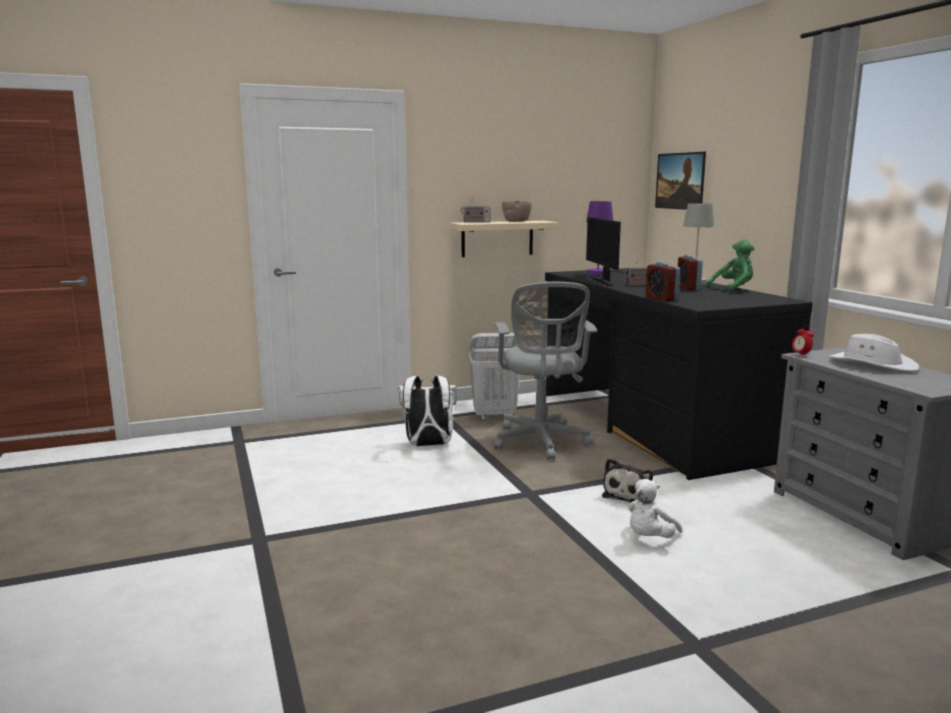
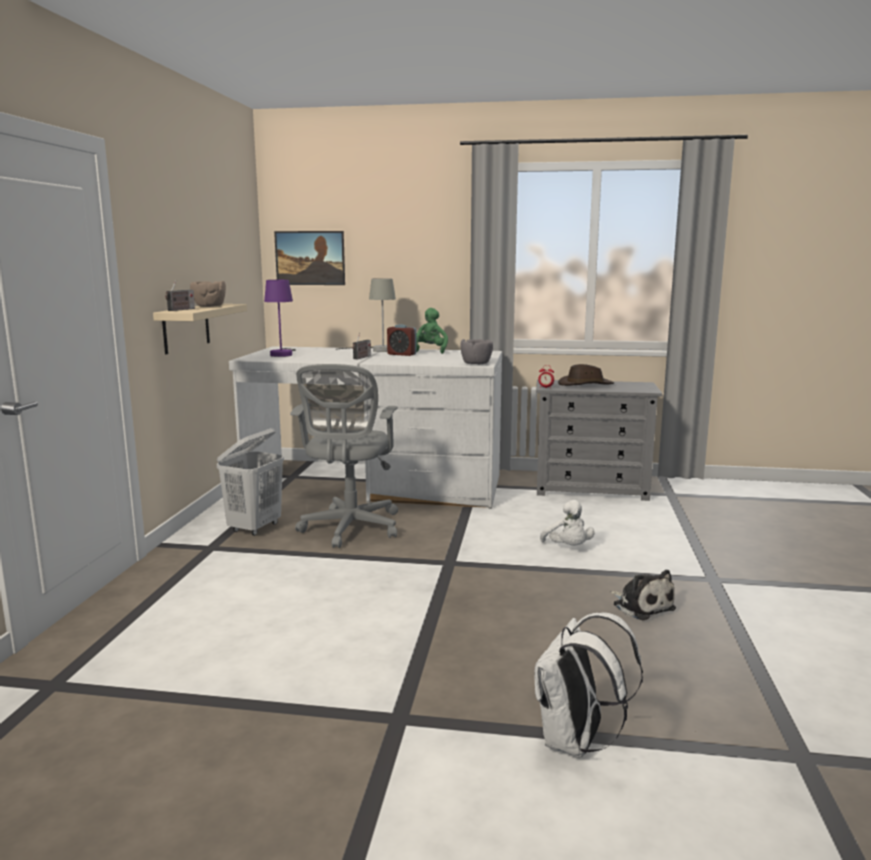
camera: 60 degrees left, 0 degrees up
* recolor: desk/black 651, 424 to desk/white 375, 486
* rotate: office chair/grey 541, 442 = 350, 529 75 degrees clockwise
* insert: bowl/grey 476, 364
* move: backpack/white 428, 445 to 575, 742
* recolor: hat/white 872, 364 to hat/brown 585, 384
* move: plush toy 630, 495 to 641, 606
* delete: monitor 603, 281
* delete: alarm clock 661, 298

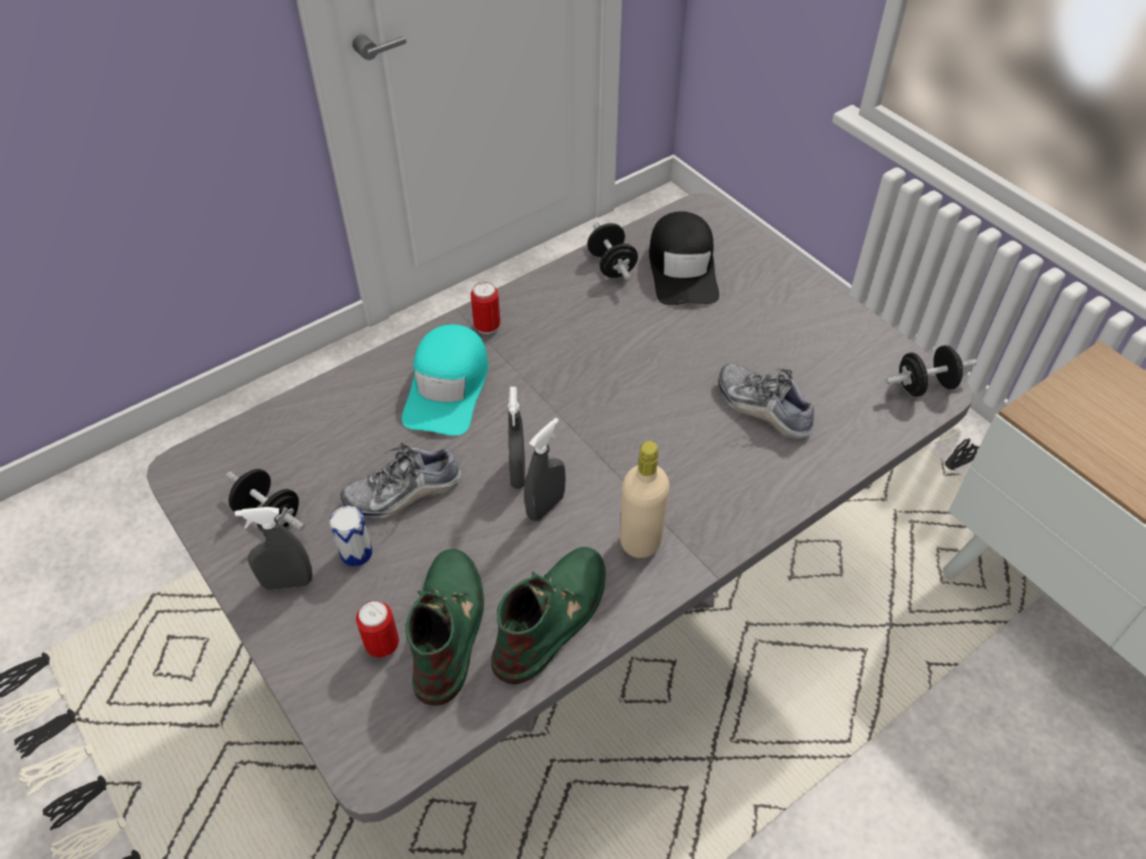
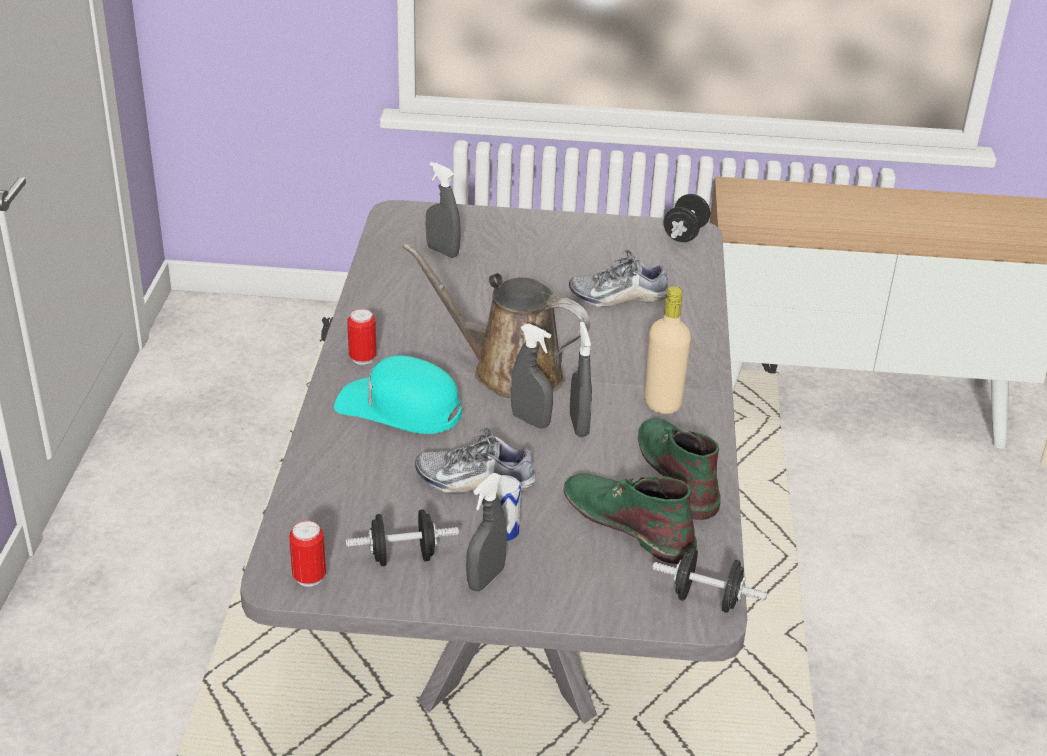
camera: 50 degrees left, 15 degrees down
* move: can 382, 645 to 309, 577
* rotate: cap/turquoise 448, 388 = 399, 408 150 degrees clockwise
* insert: watering can/brown 509, 371
* rotate: shoe 404, 492 = 475, 480 75 degrees clockwise
* replace: cap/black 683, 269 to spray bottle/grey 442, 251
* move: dumbbell/black 611, 266 to 706, 599

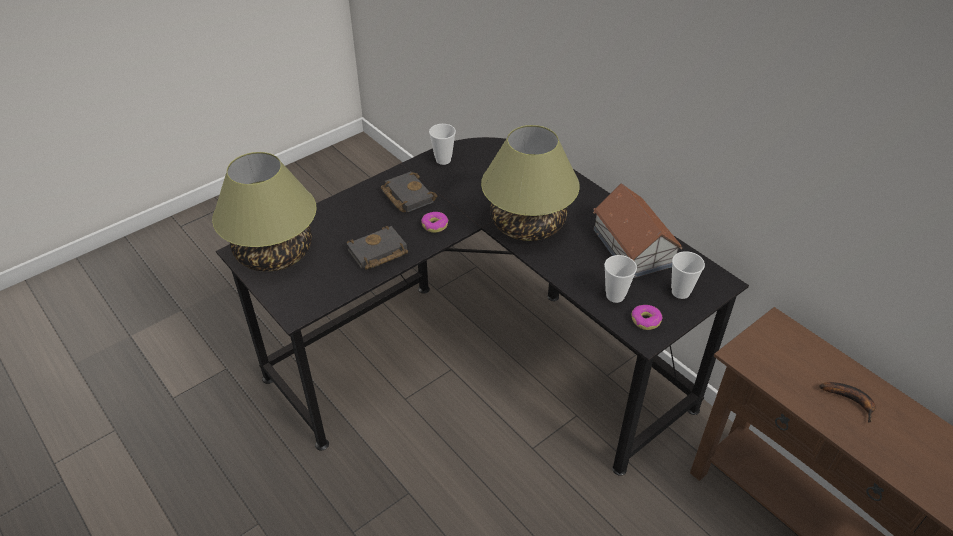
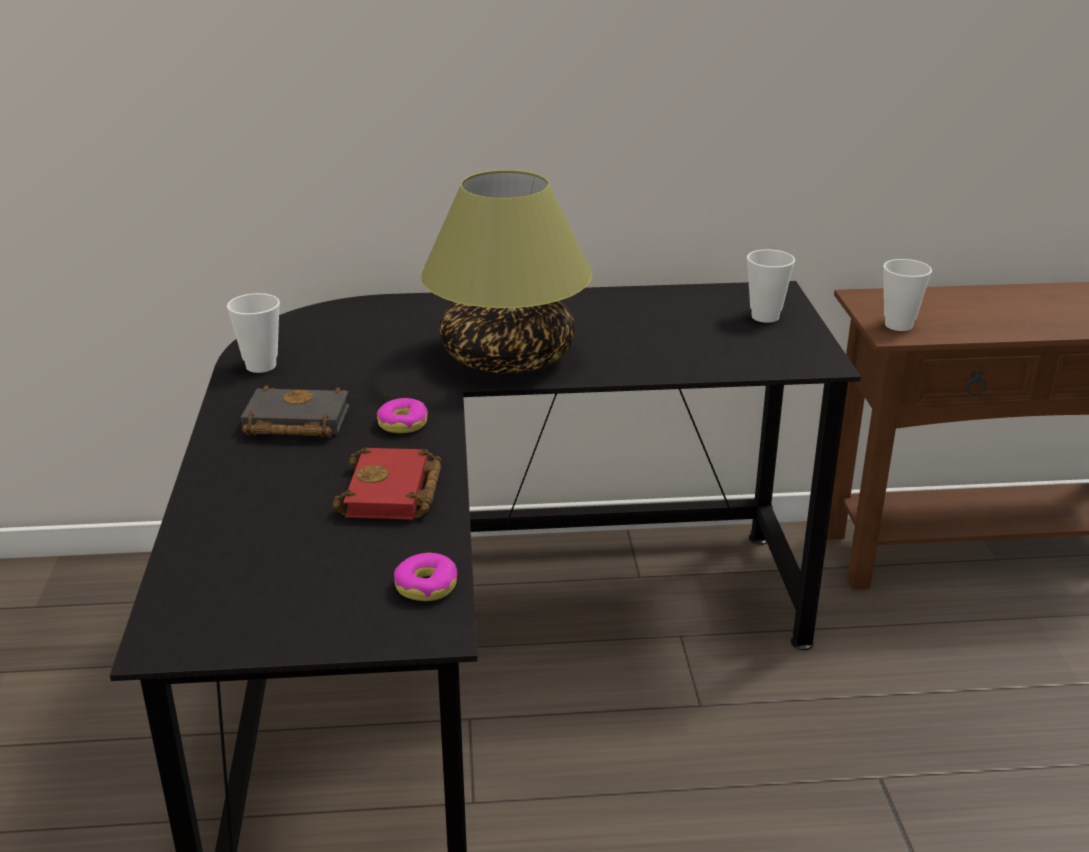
camera: 55 degrees left, 15 degrees down
* recolor: book/black 377, 253 to book/red 393, 494
* move: donut 646, 320 to 426, 586
* move: cup 615, 296 to 898, 325
* delete: table lamp 275, 252
* delete: toy house 633, 248
* delete: banana 851, 401

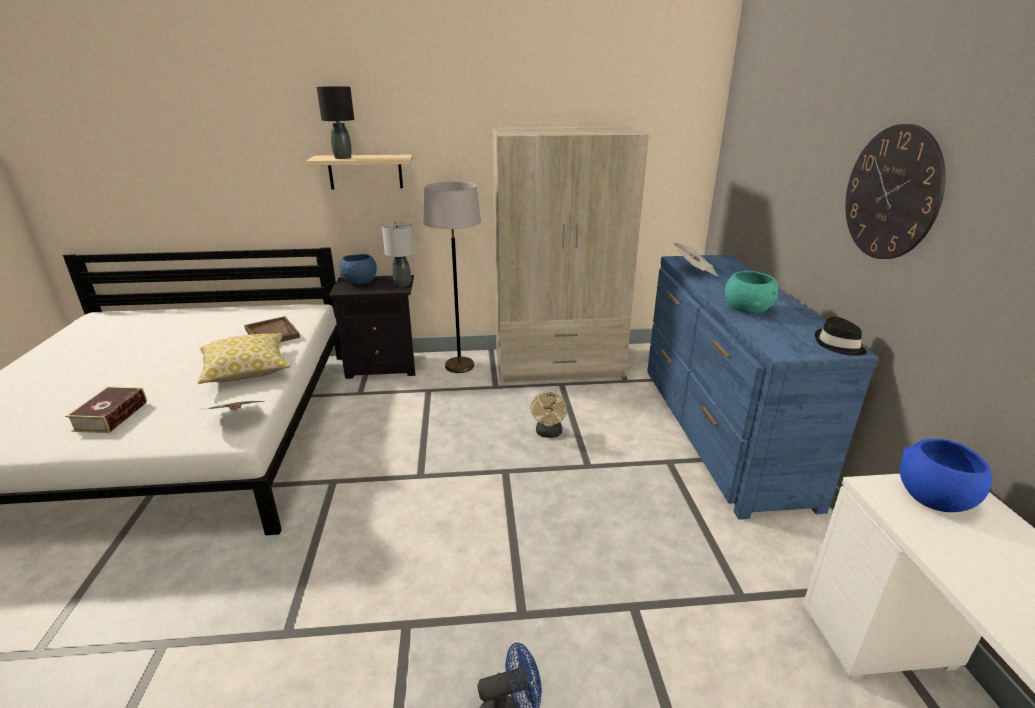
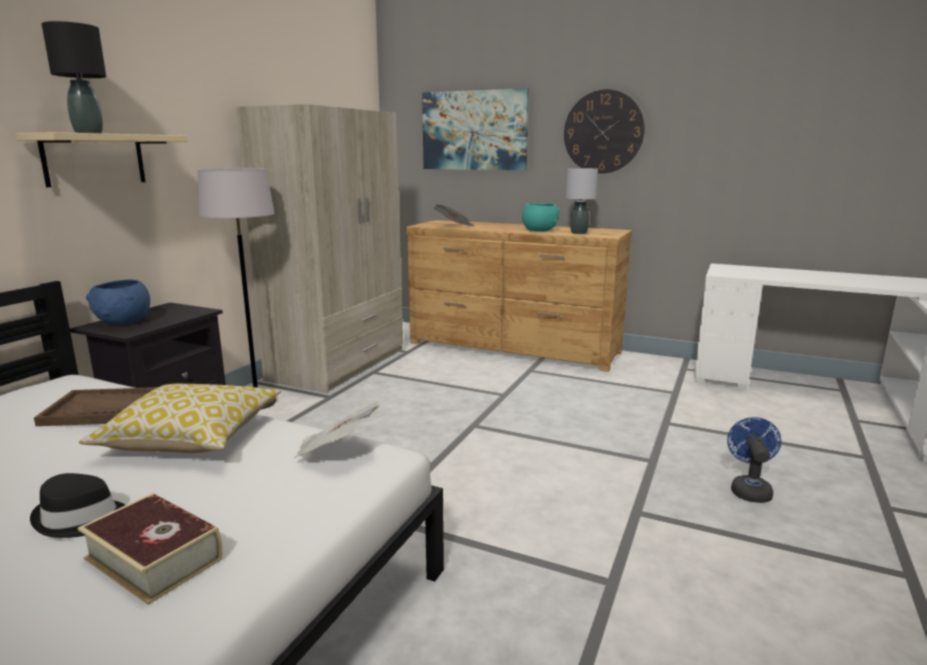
camera: 60 degrees left, 10 degrees down
* move: hat/black 838, 345 to 81, 519
* recolor: dresser/blue 719, 431 to dresser/brown 513, 347
* insert: picture 474, 130
* move: table lamp/grey 402, 284 to 579, 233
* delete: fan/beige 548, 433
* delete: bowl/blue 932, 497

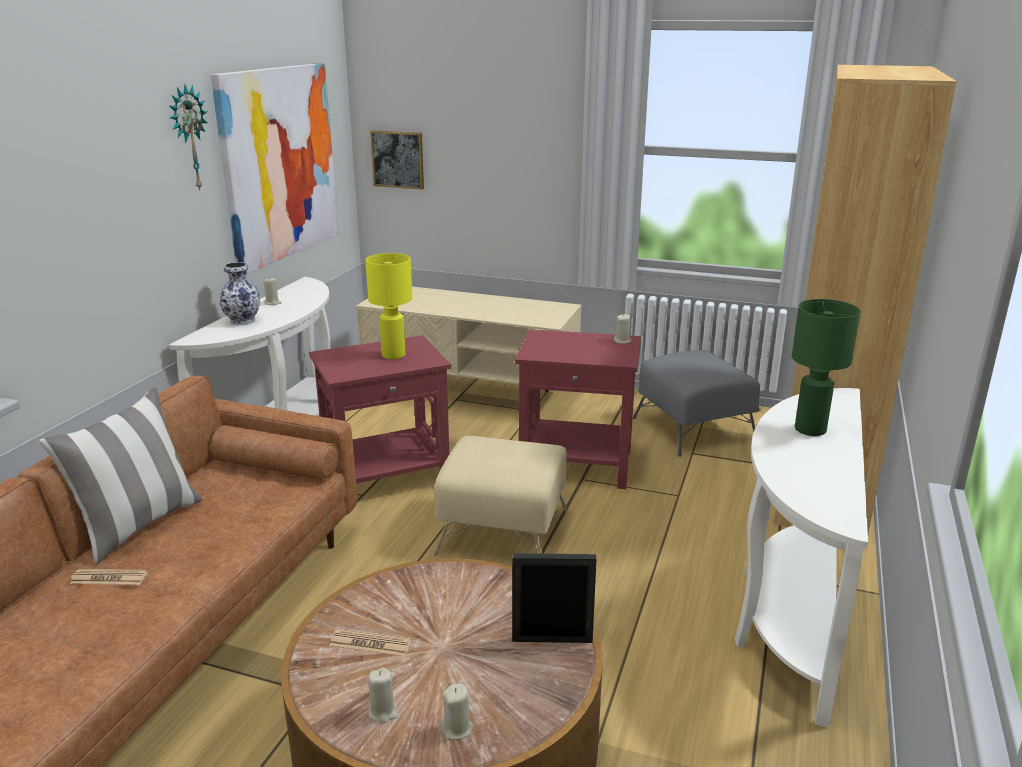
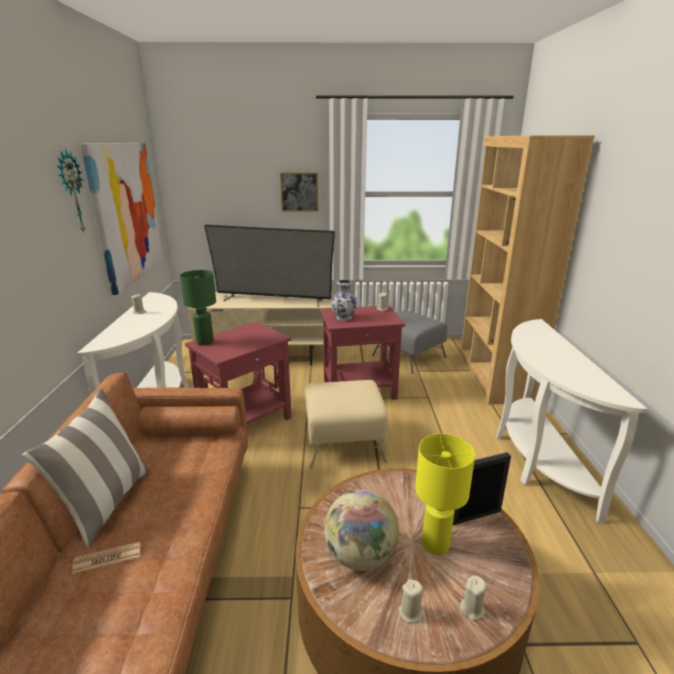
camera: 20 degrees left, 0 degrees up
* move: table lamp/green 809, 429 to 204, 342
* insert: television 273, 299
* move: picture 398, 159 to 299, 192
* replace: newspaper 370, 643 to globe 360, 556
* move: vase 242, 321 to 344, 317
* move: table lamp/yellow 394, 355 to 436, 544

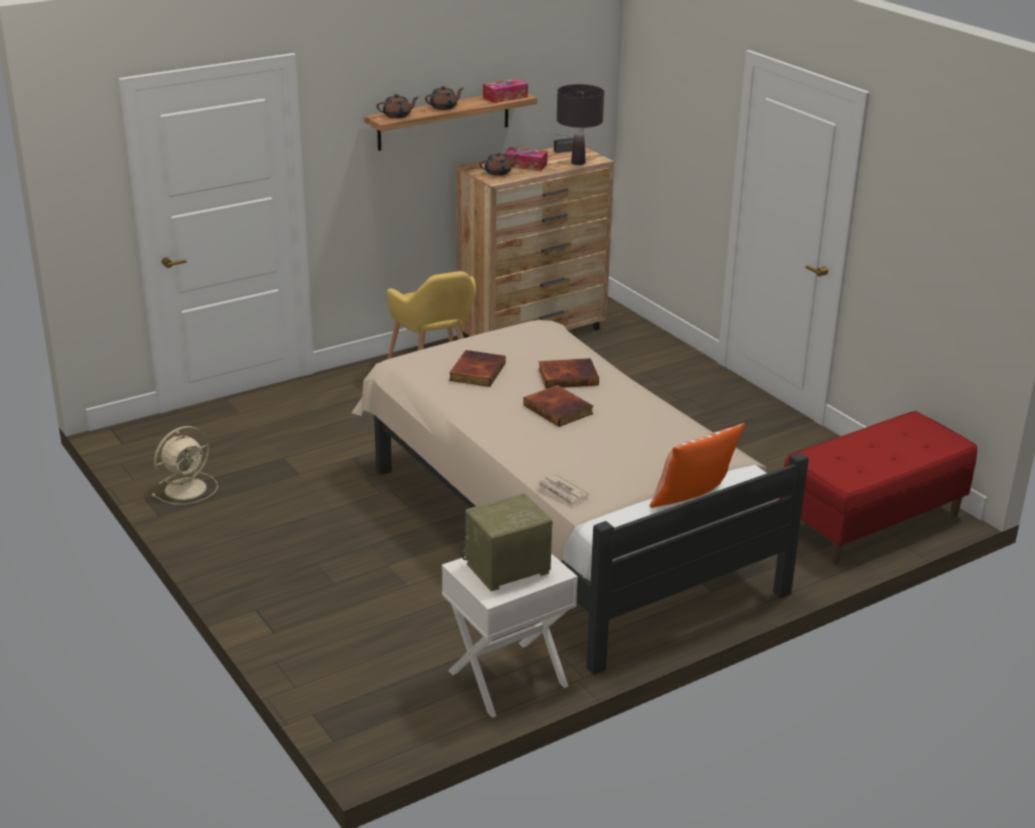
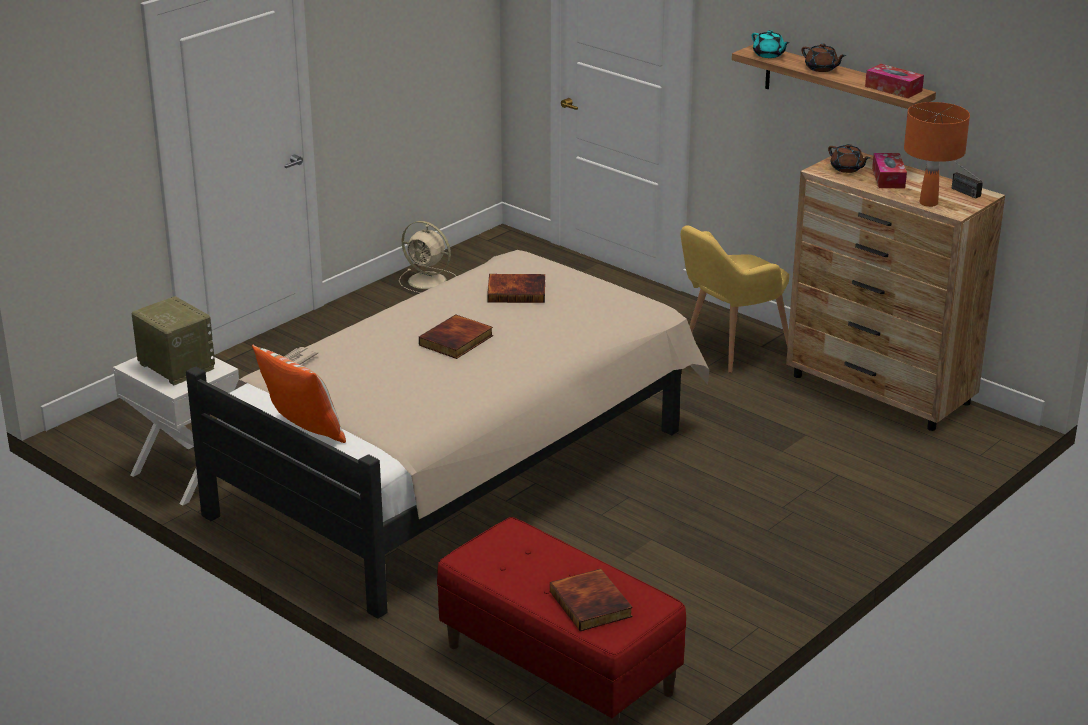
camera: 75 degrees right, 0 degrees up
* move: book 568, 376 to 592, 604
* recolor: teapot/brown 397, 116 to teapot/turquoise 769, 55
* recolor: table lamp/black 578, 163 to table lamp/orange 928, 203

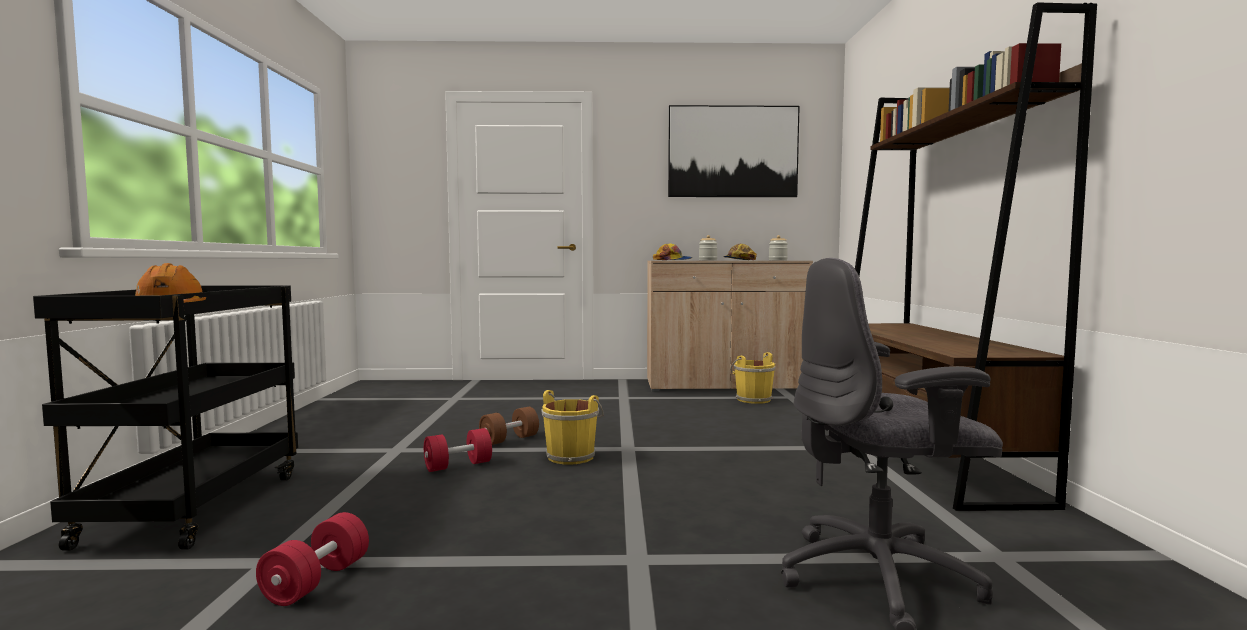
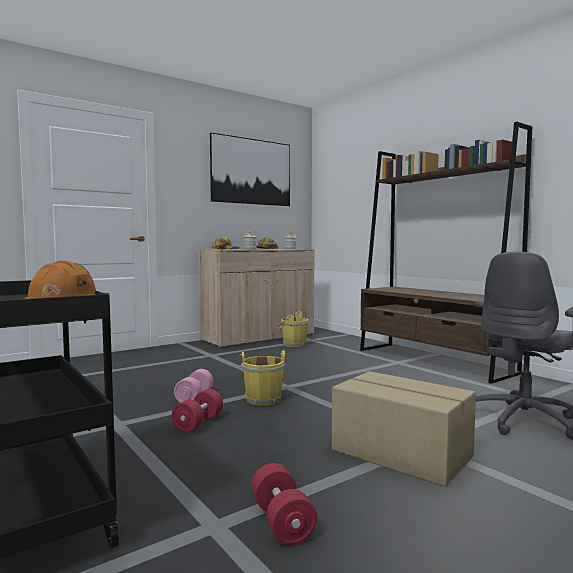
camera: 35 degrees left, 0 degrees up
* recolor: dumbbell/brown 509, 440 to dumbbell/pink 194, 397
* insert: cardboard box 401, 454

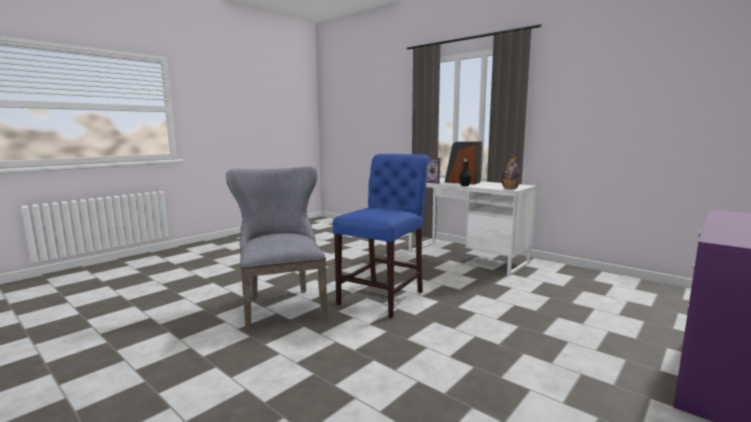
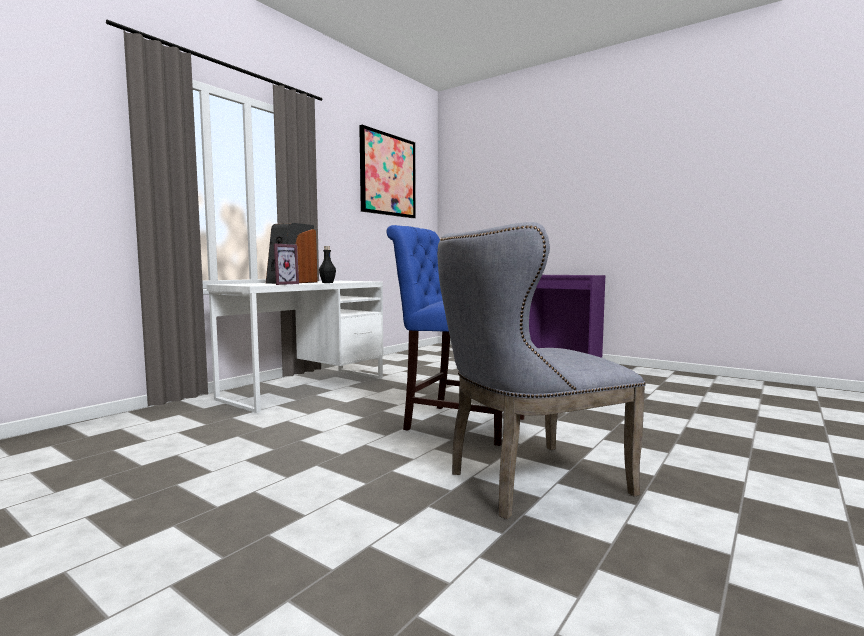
camera: 95 degrees left, 5 degrees down
* insert: picture 388, 175
* delete: bottle 510, 189

